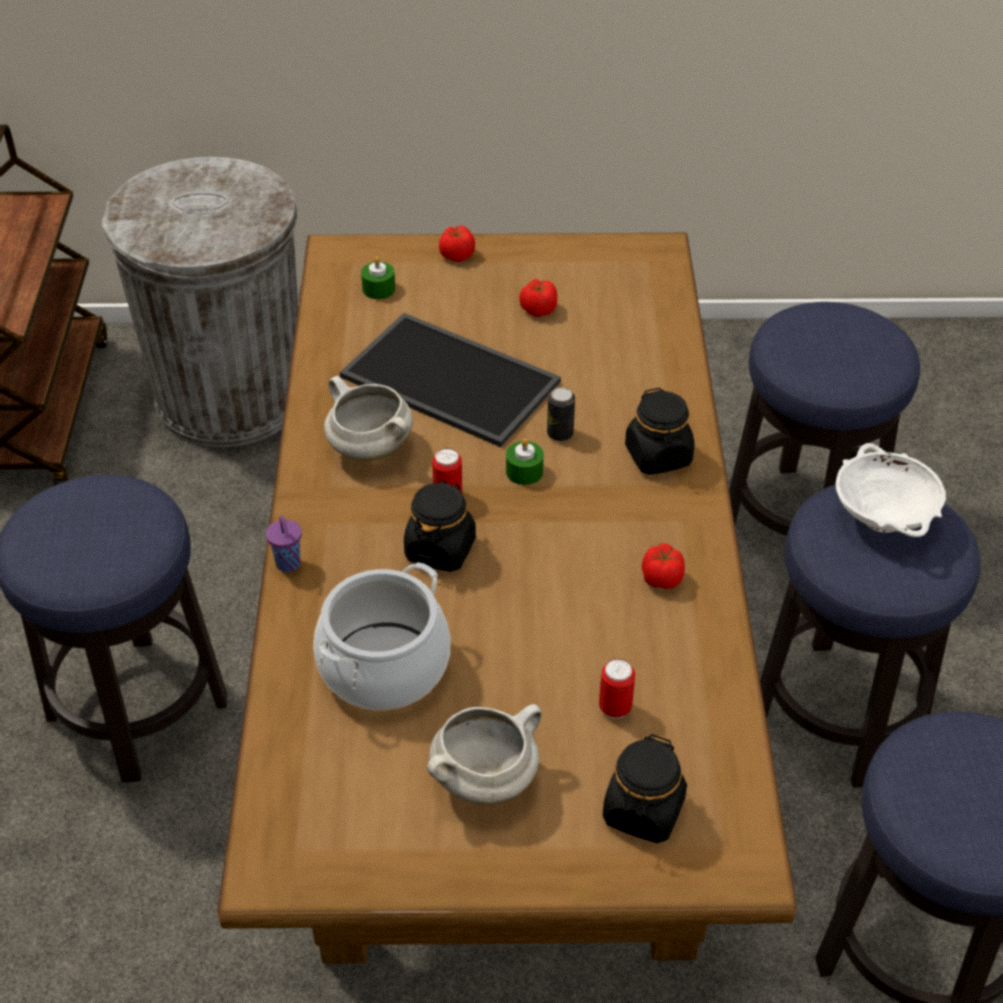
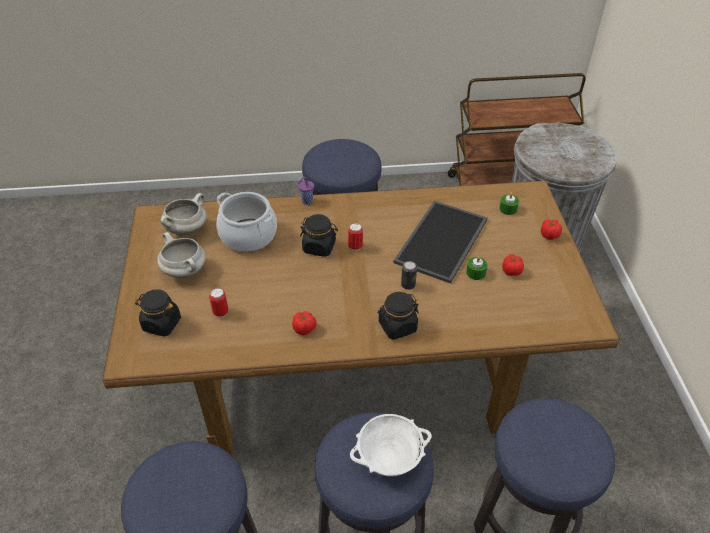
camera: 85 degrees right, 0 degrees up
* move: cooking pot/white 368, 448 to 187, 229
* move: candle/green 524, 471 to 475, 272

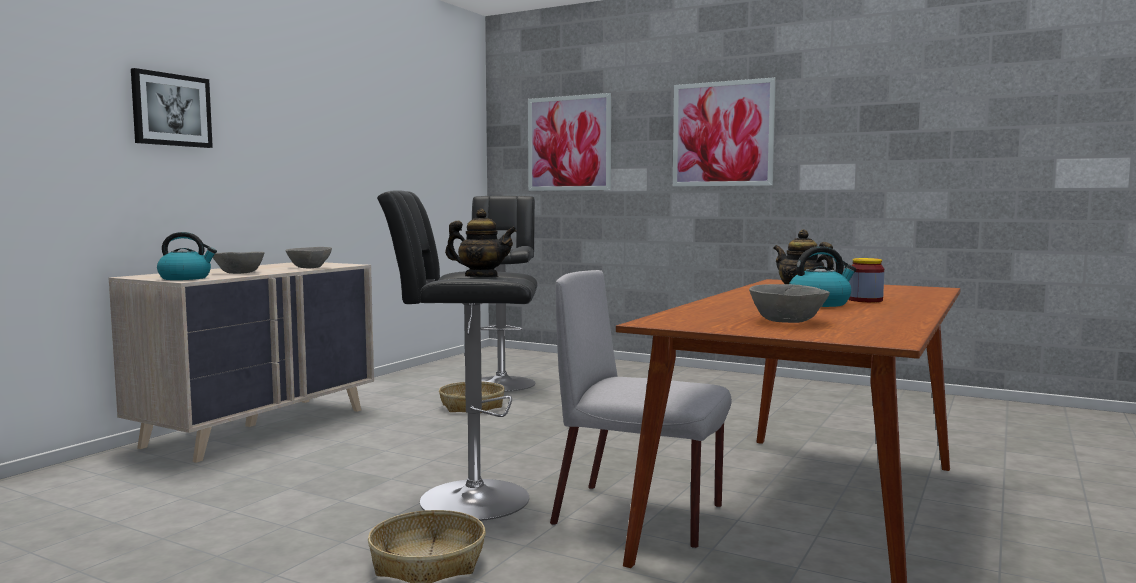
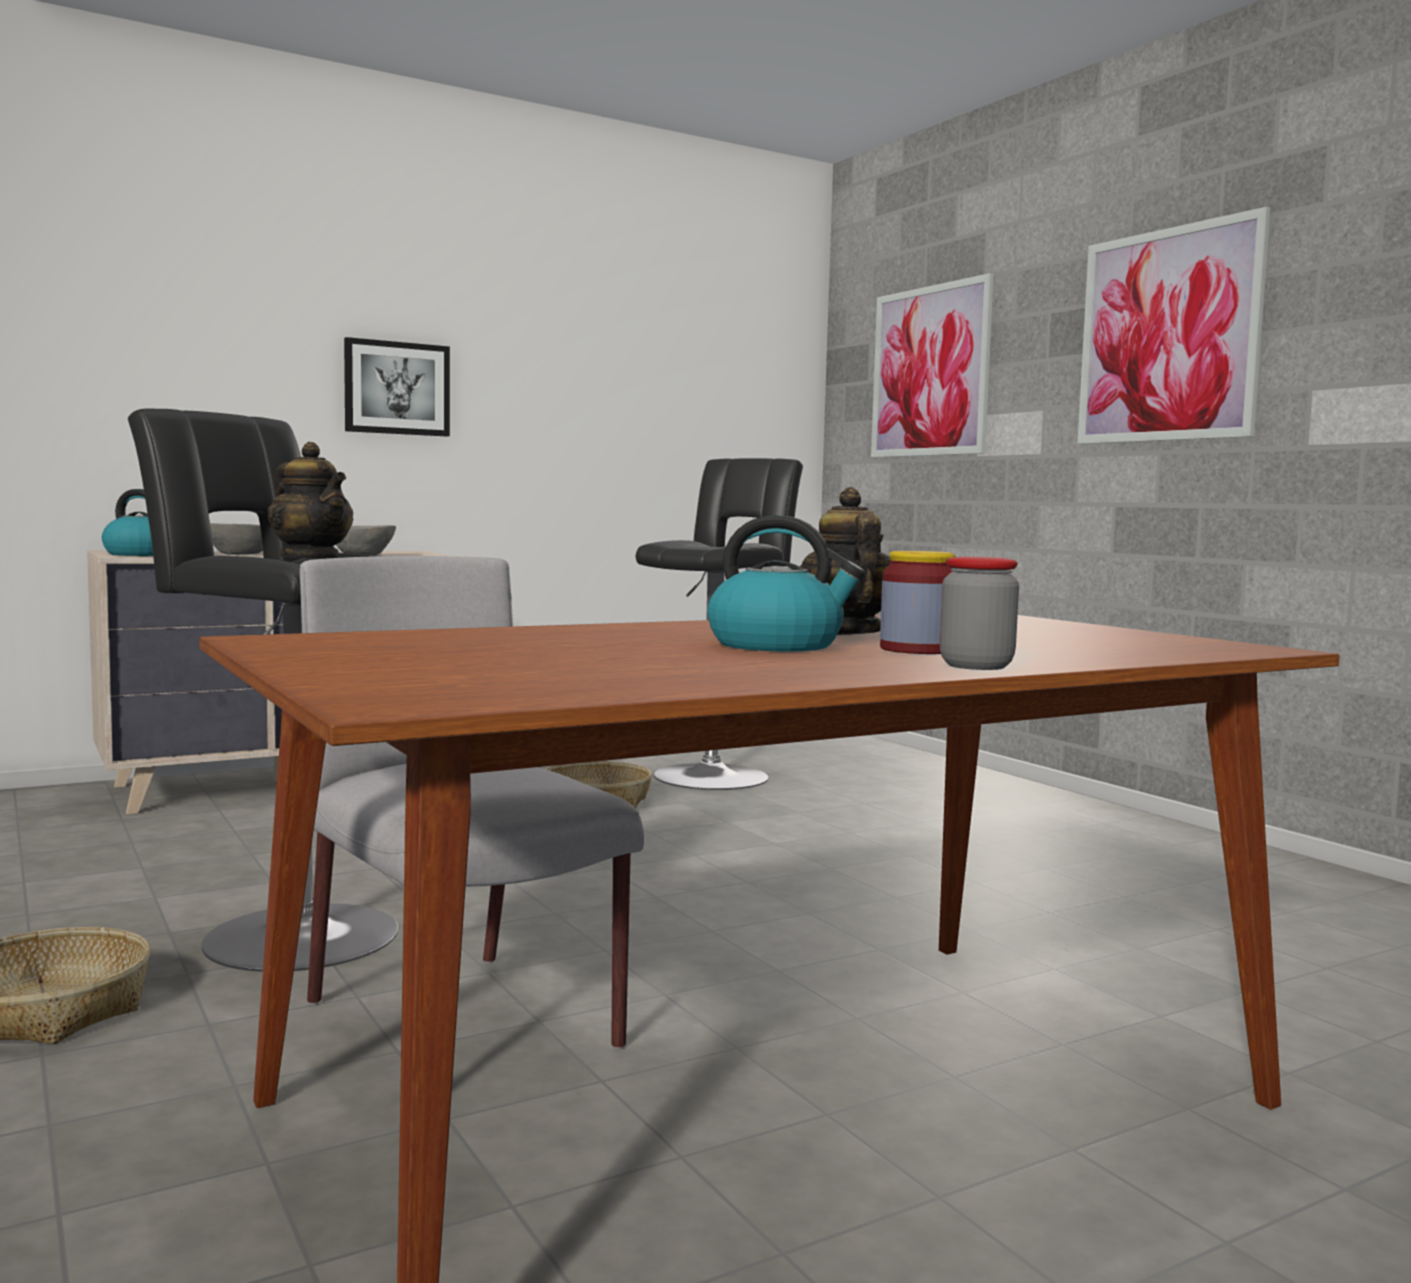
camera: 30 degrees right, 0 degrees up
* move: picture 171, 110 to 396, 388
* insert: jar 976, 666
* delete: bowl/grey 786, 321

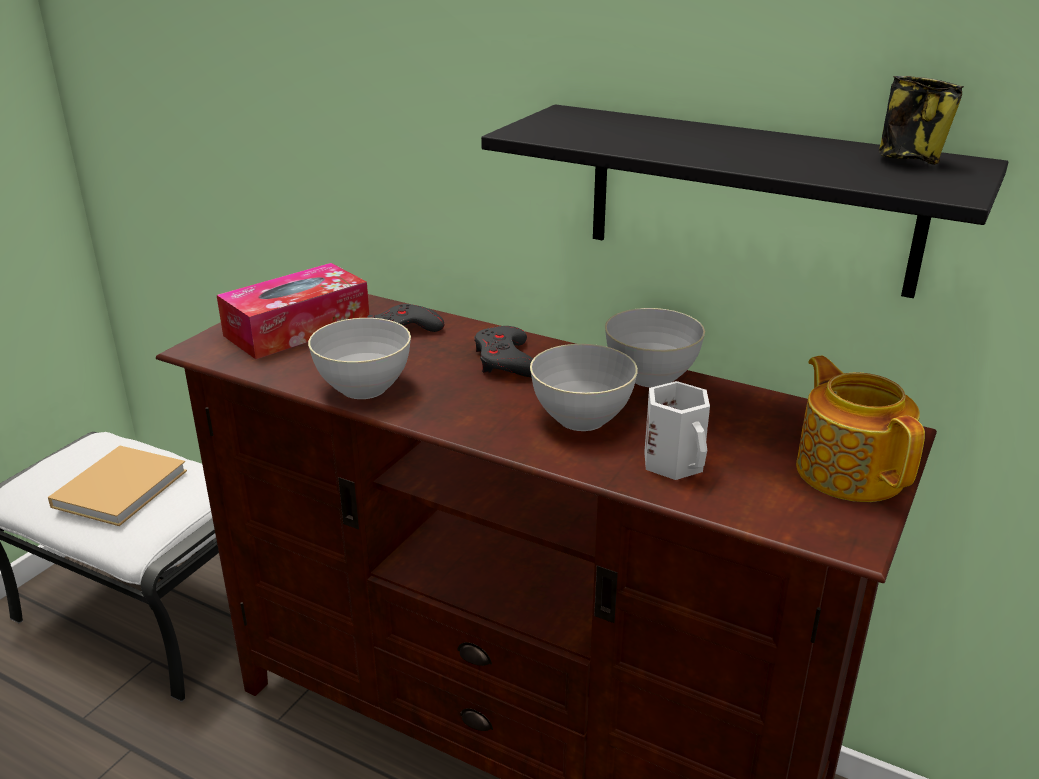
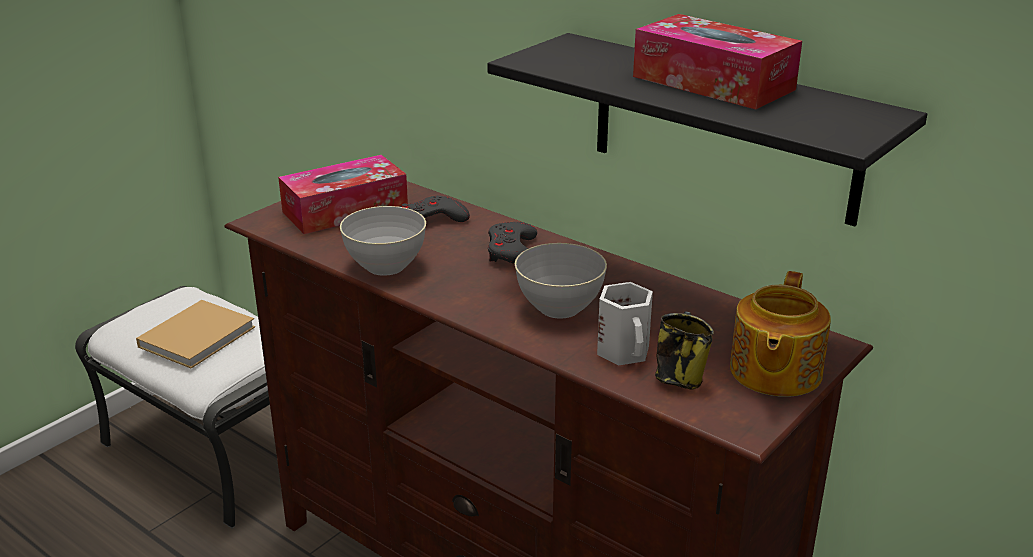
camera: 10 degrees right, 0 degrees up
* insert: tissue box 713, 83
* move: mug 906, 159 to 679, 377
* rotate: teapot 849, 470 = 773, 372 150 degrees counterclockwise
* delete: bowl/grey 651, 376

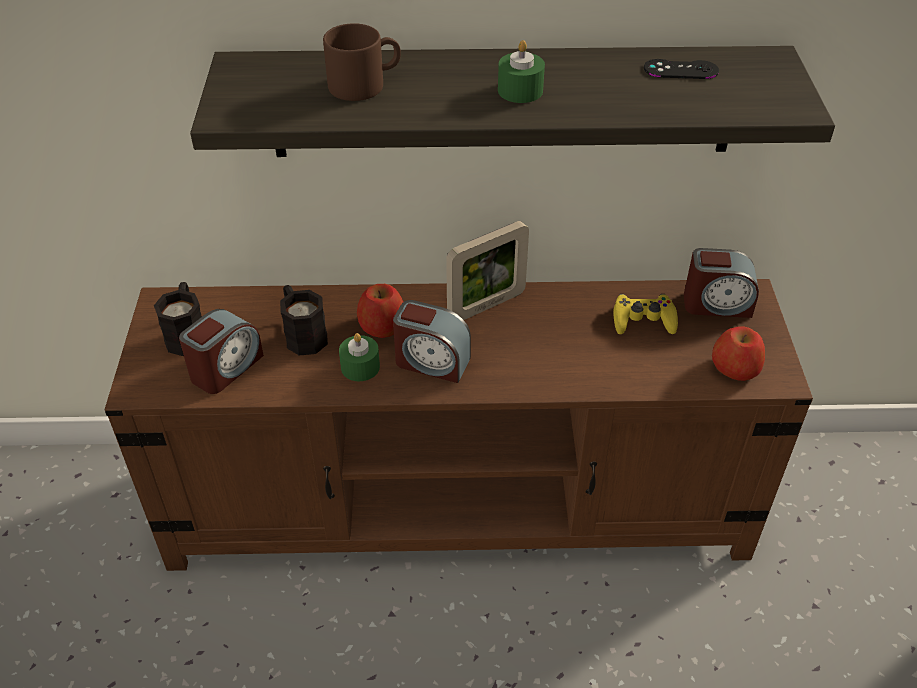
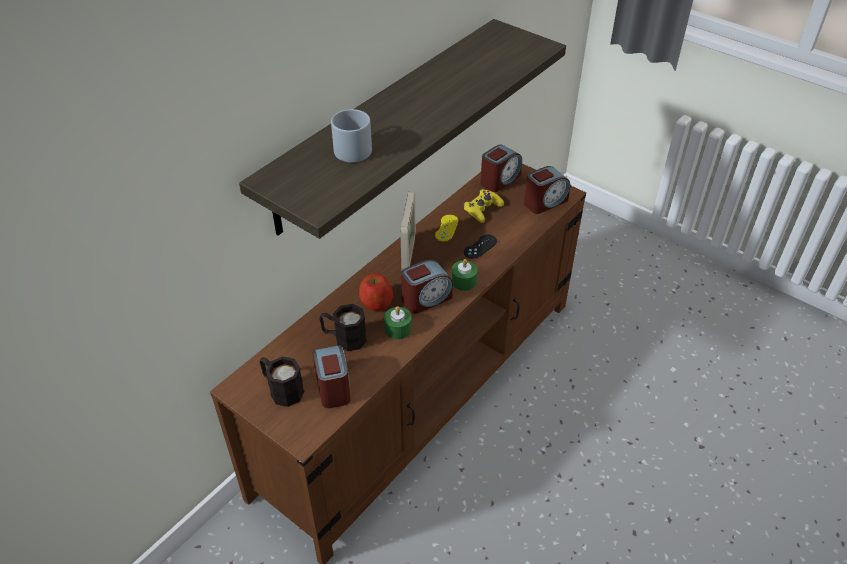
camera: 50 degrees left, 0 degrees up
* recolor: mug/brown 365, 83 to mug/grey 354, 147
* insert: game controller/yellow 446, 228
* move: candle/green 520, 90 to 464, 281
* move: game controller/black 681, 70 to 480, 247
* replace: apple 734, 368 to alarm clock 545, 202

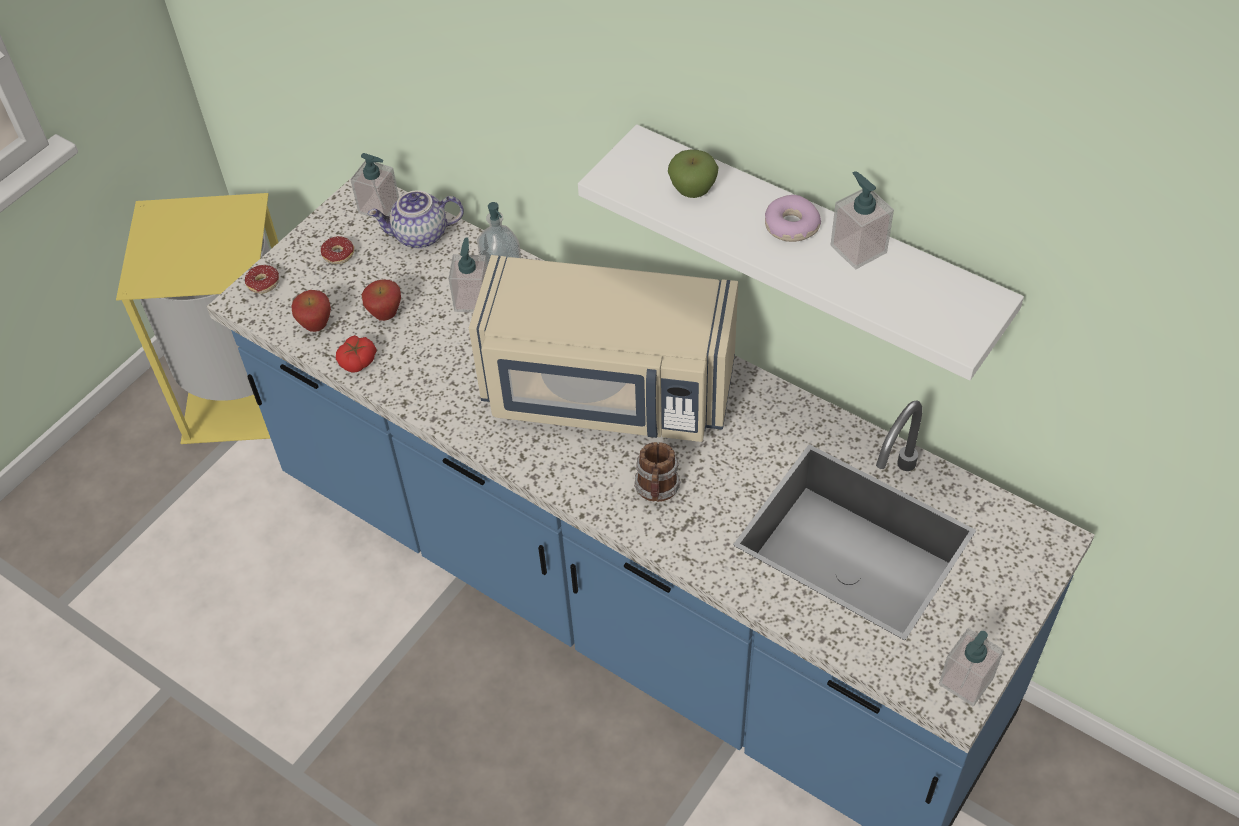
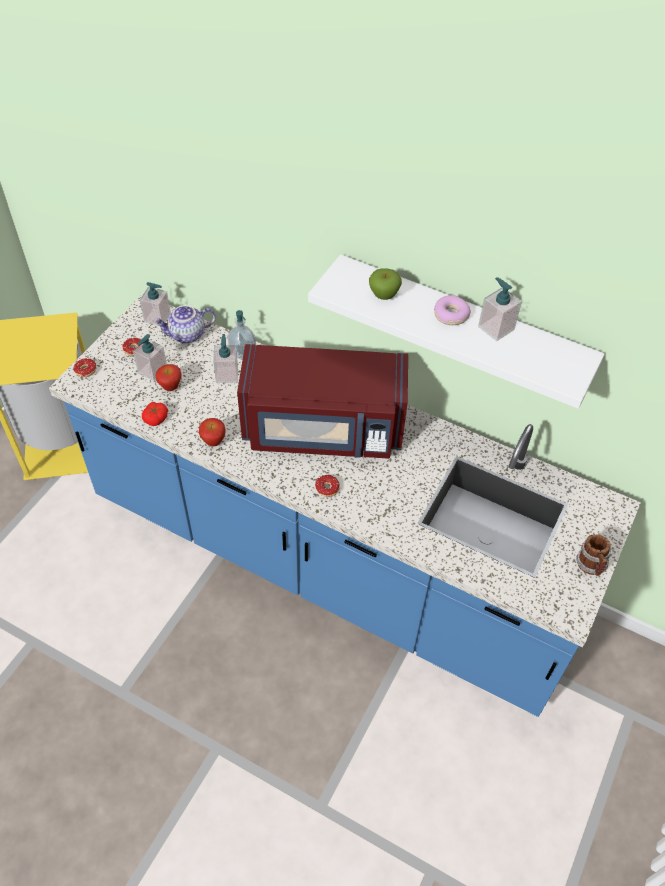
camera: 10 degrees left, 0 degrees up
* move: soap dispenser 965, 681 to 152, 370
* move: apple 316, 326 to 213, 442
* recolor: microwave/beige 607, 392 to microwave/red 323, 430
* insert: donut 323, 491
* move: mug 657, 490 to 591, 566

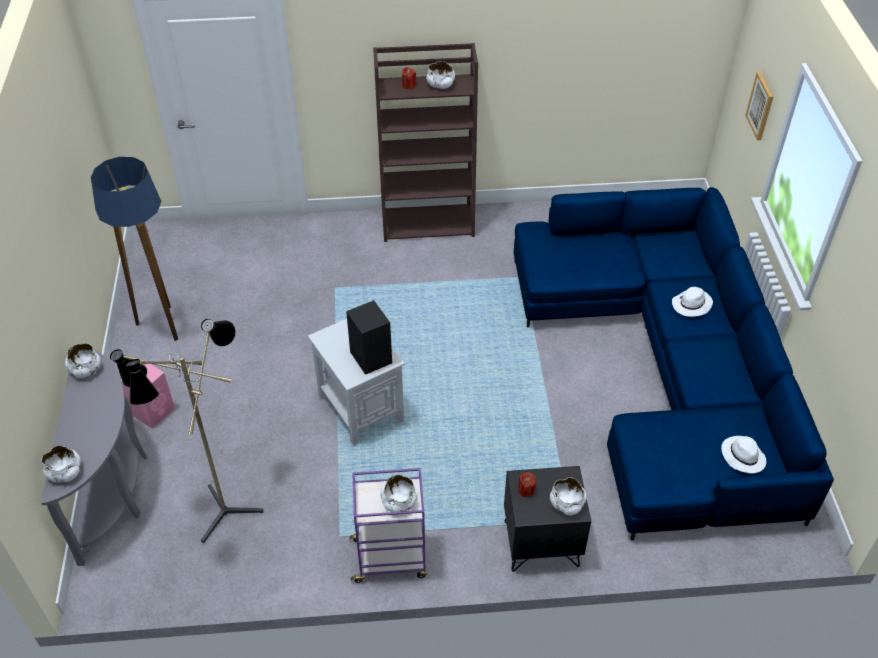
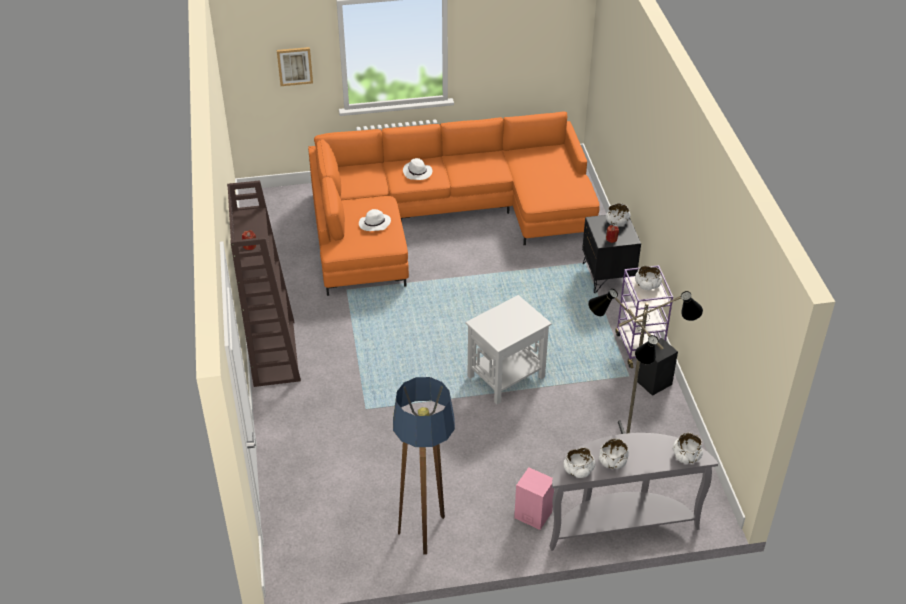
camera: 95 degrees left, 5 degrees down
* recolor: sofa/blue 665, 368 to sofa/orange 441, 217
* move: hat/white 742, 456 to 374, 224
* move: bowl/white 440, 84 to 613, 461
* move: speaker/black 371, 358 to 655, 382

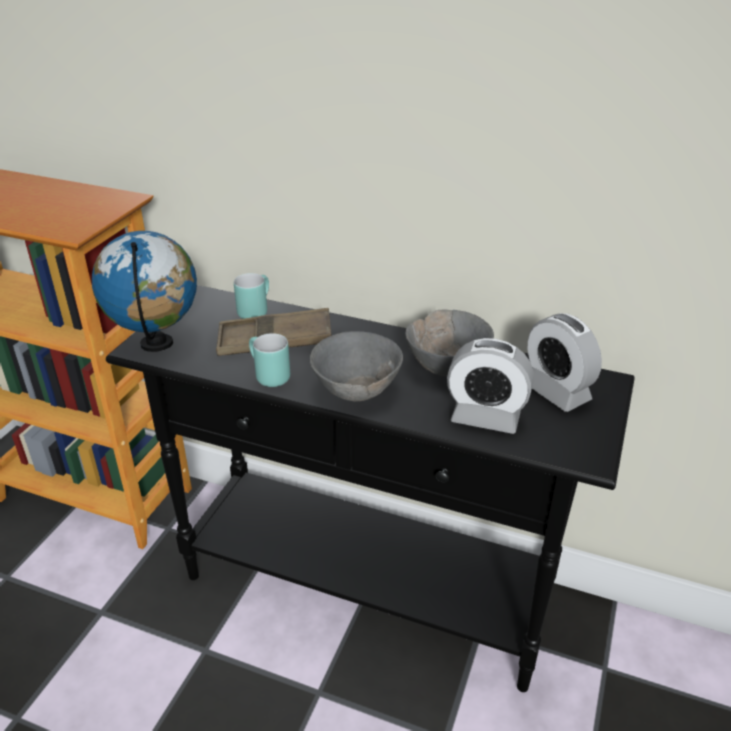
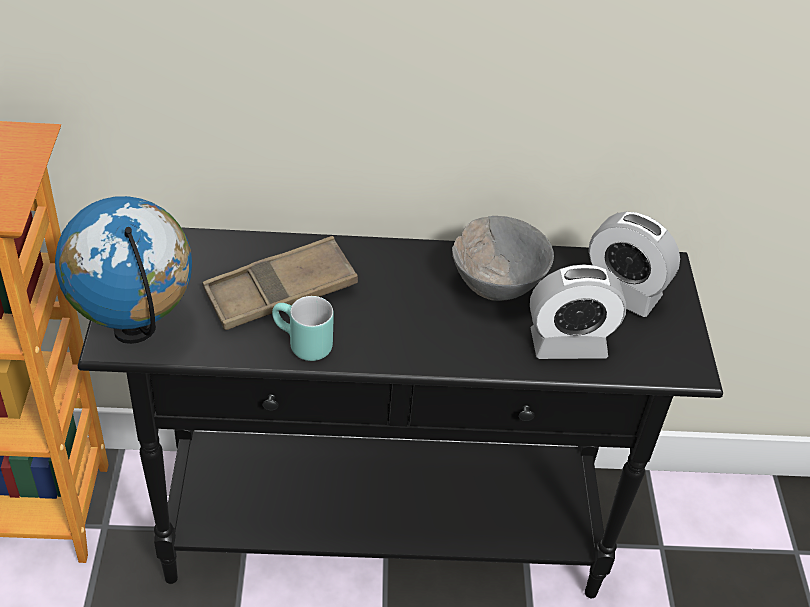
camera: 25 degrees left, 10 degrees up
* delete: mug/turquoise 254, 310
* delete: bowl/grey 356, 393

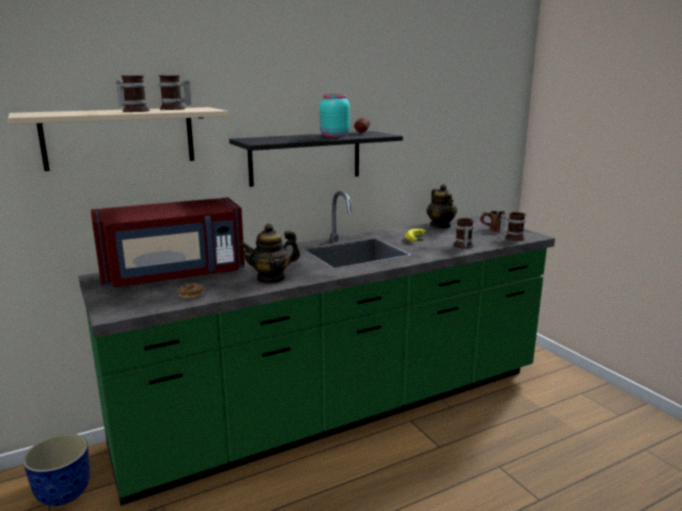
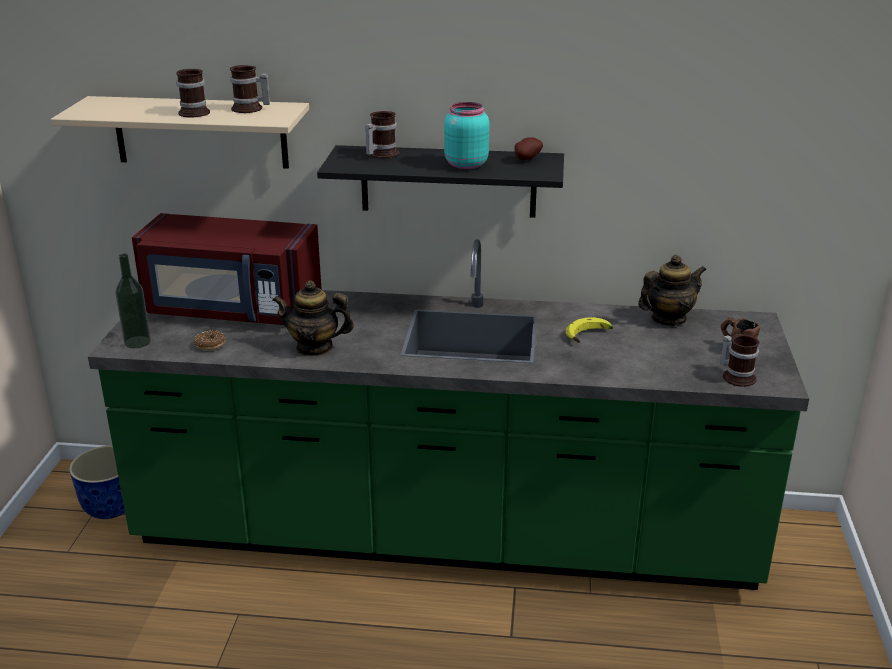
camera: 35 degrees right, 10 degrees up
* insert: bottle 137, 342
* move: mug 462, 246 to 380, 154
* rotate: teapot 441, 226 = 668, 319 135 degrees counterclockwise

